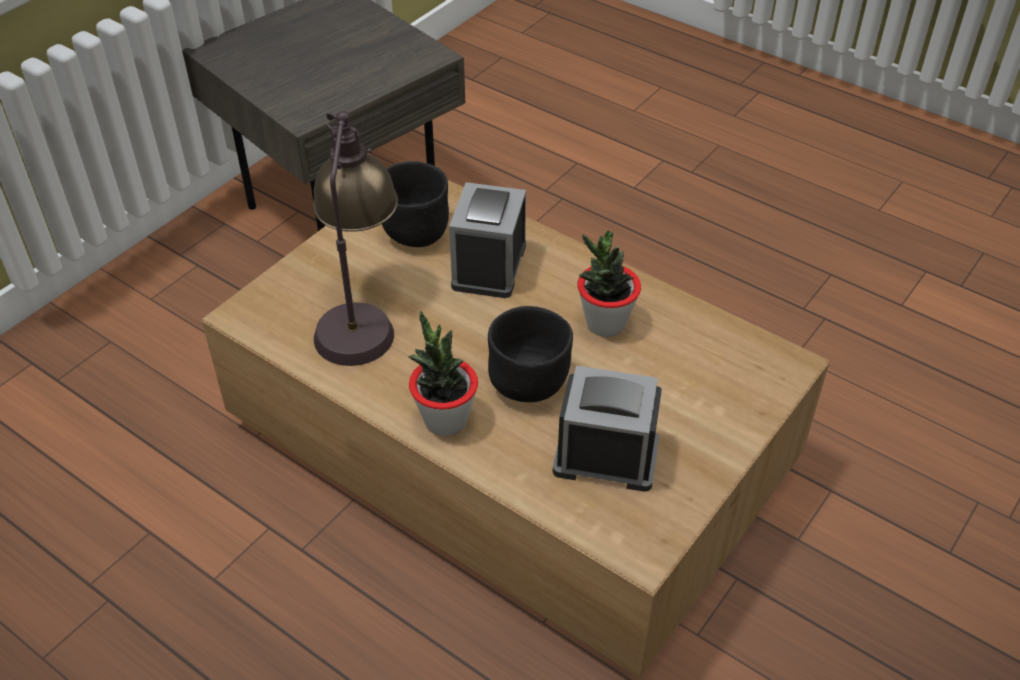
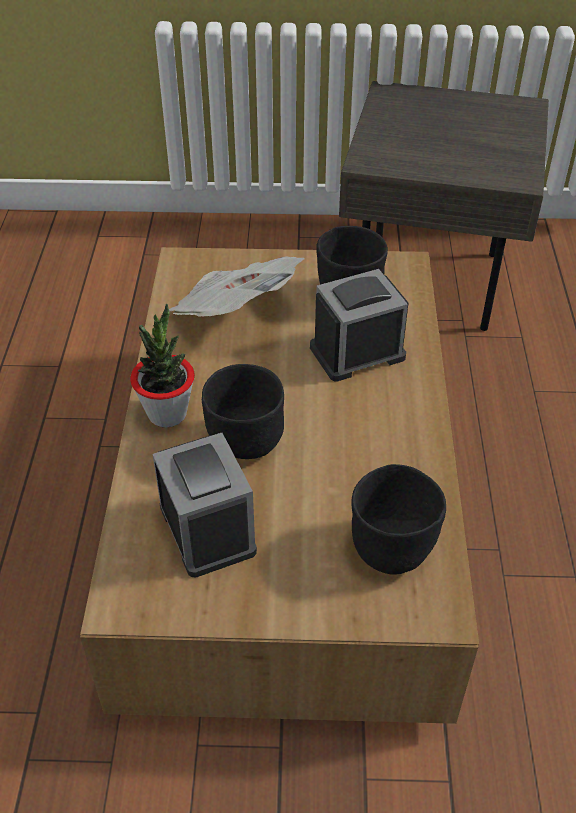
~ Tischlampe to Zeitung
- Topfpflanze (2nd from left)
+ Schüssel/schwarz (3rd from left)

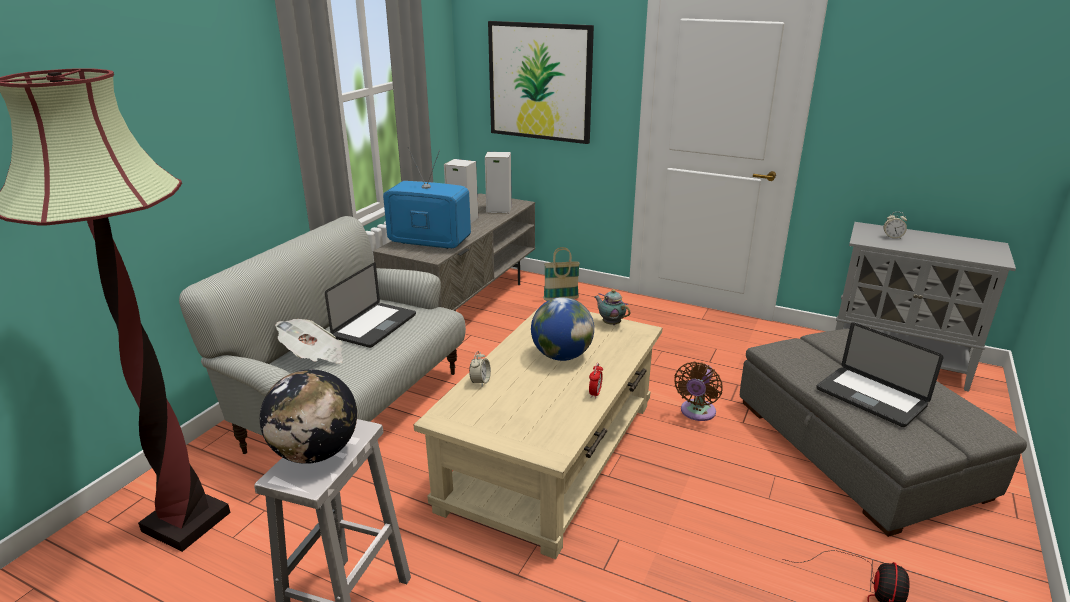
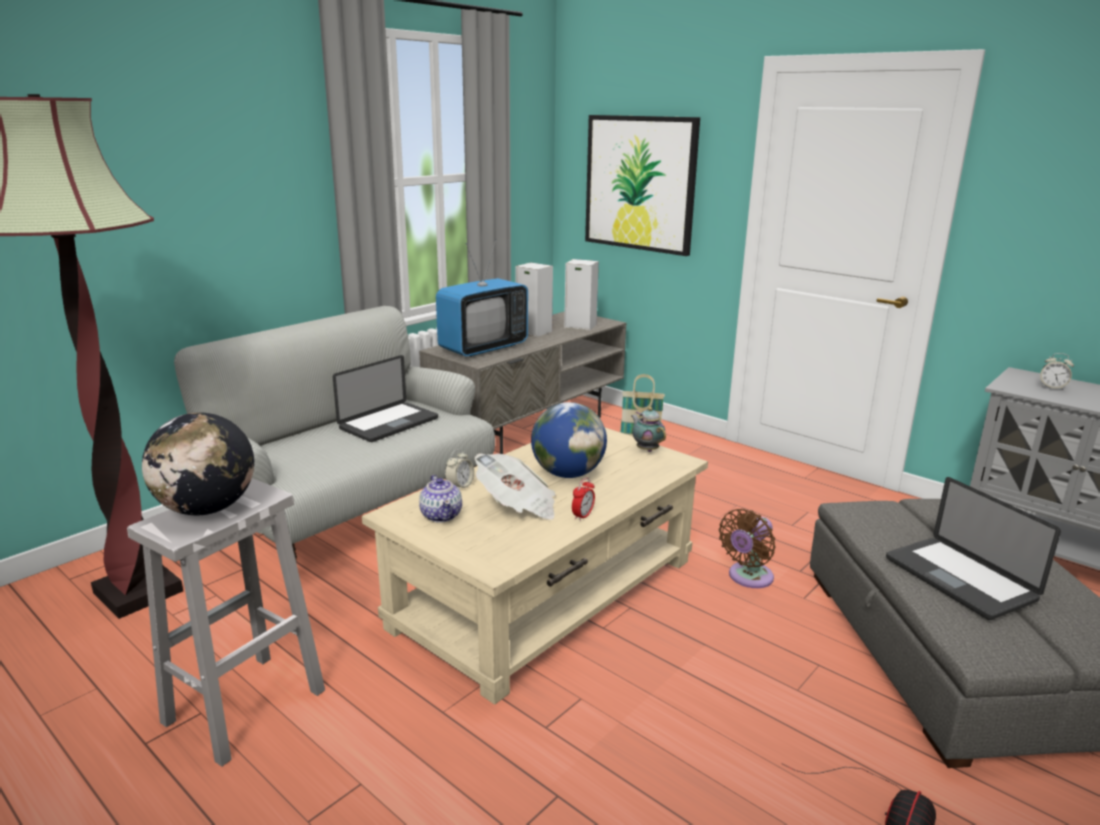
~ Zeitung
~ Fernseher 105 degrees clockwise
+ Teekanne (1st from left)

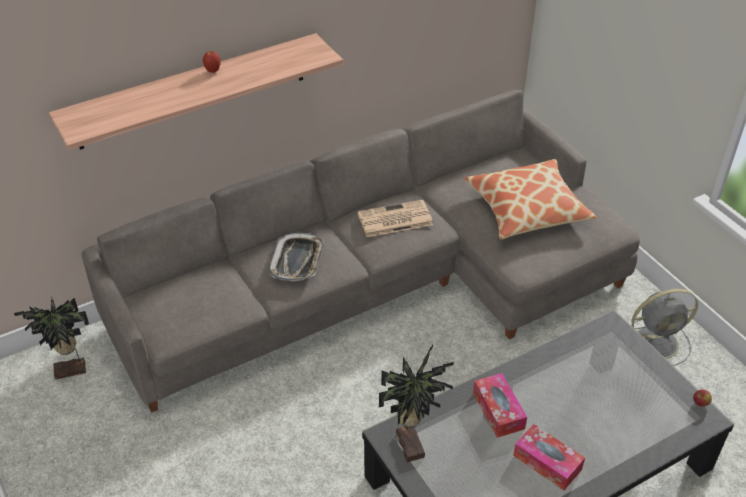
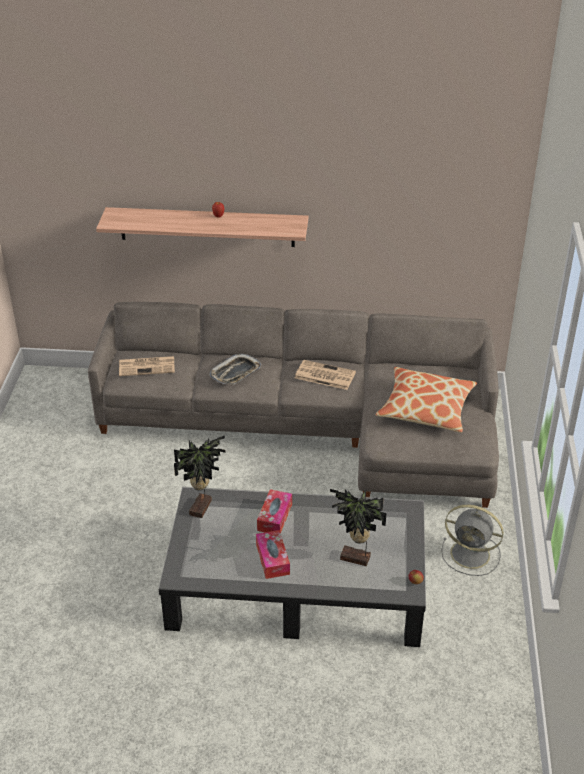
~ Topfpflanze (1st from left in the first image) to Topfpflanze (2nd from left)
+ Zeitung (1st from left)

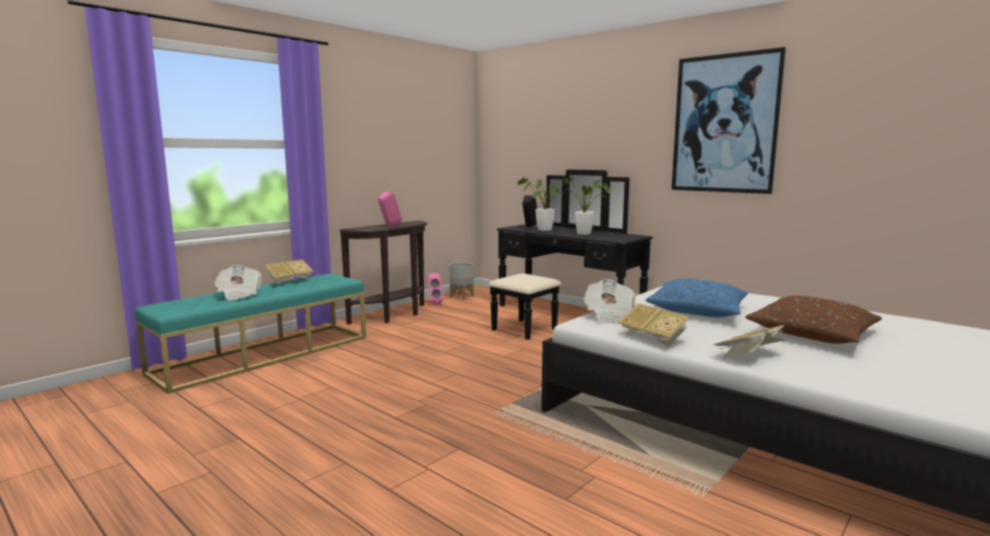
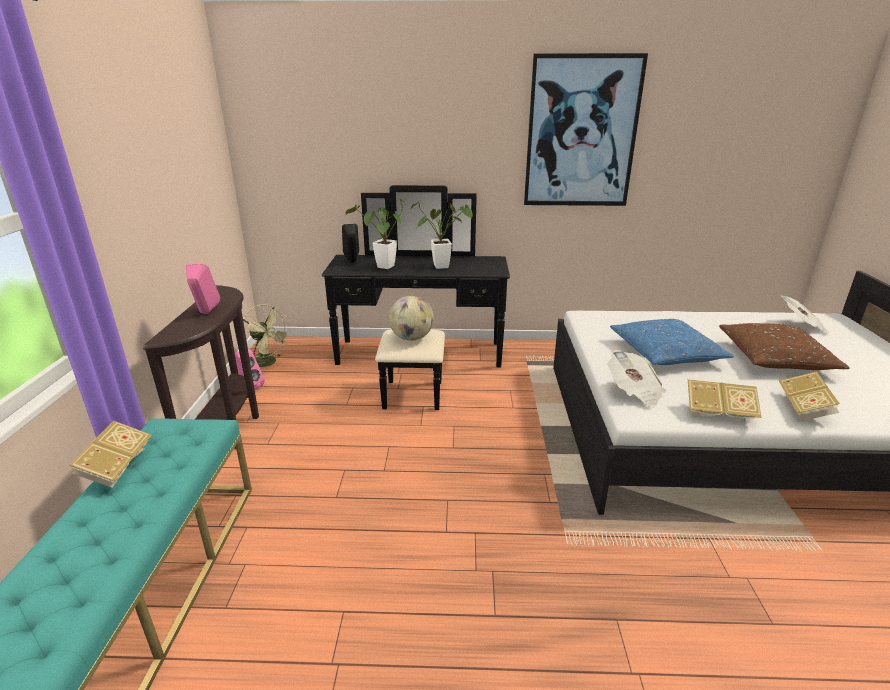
~ Zeitung (1st from left in the first image) to Zeitung (2nd from left)
~ Pflanzkübel/grau to Ventilator/grün
+ Globus

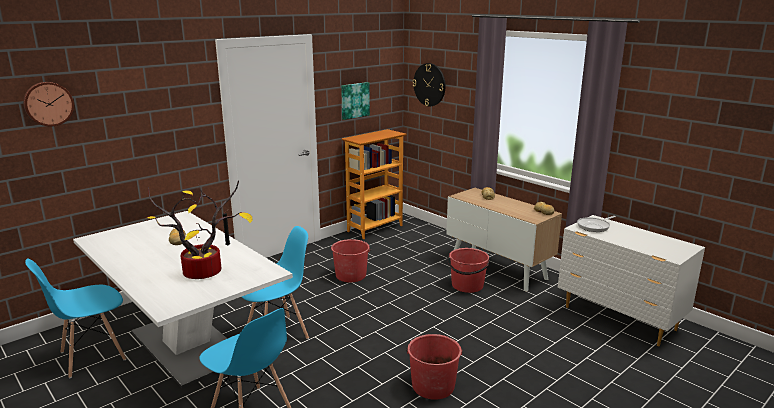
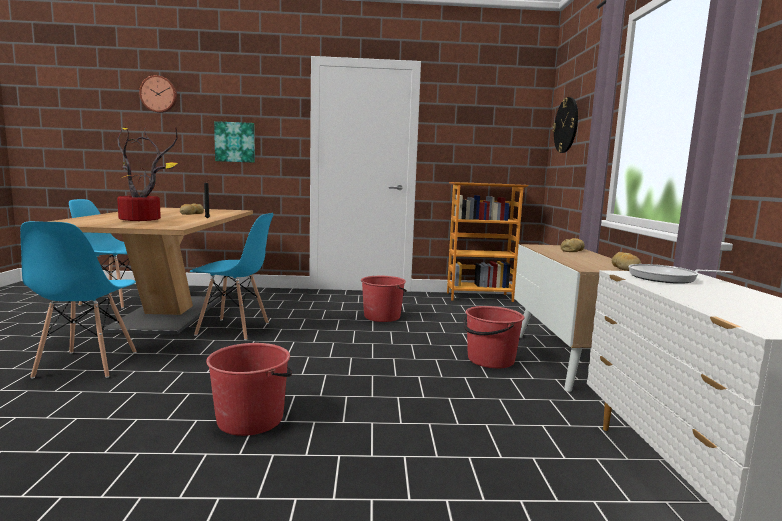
~ Esstisch/weiß to Esstisch/braun
~ Bild

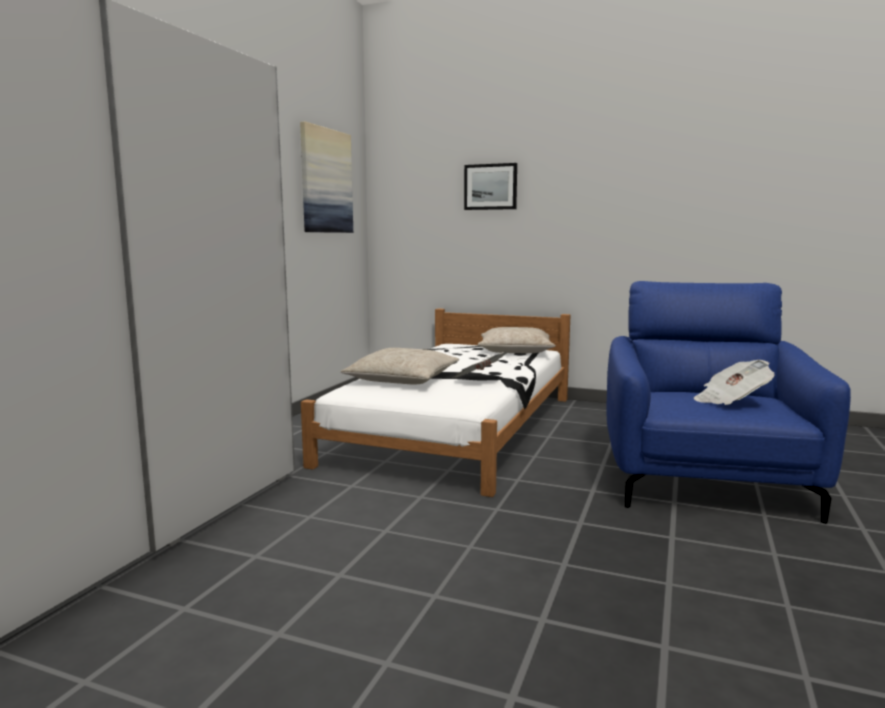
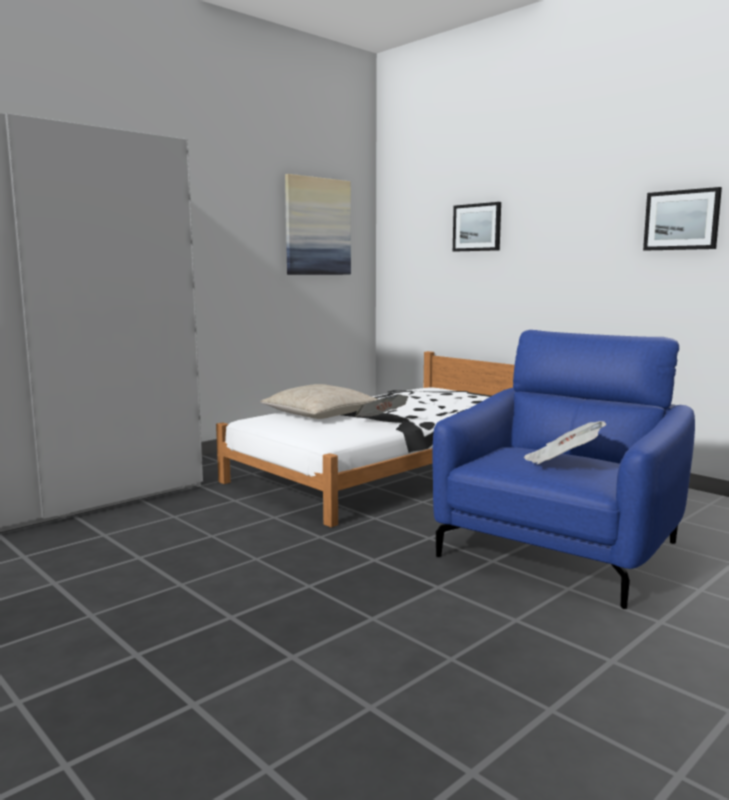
- Kissen/beige (2nd from left)
+ Bild (3rd from left)

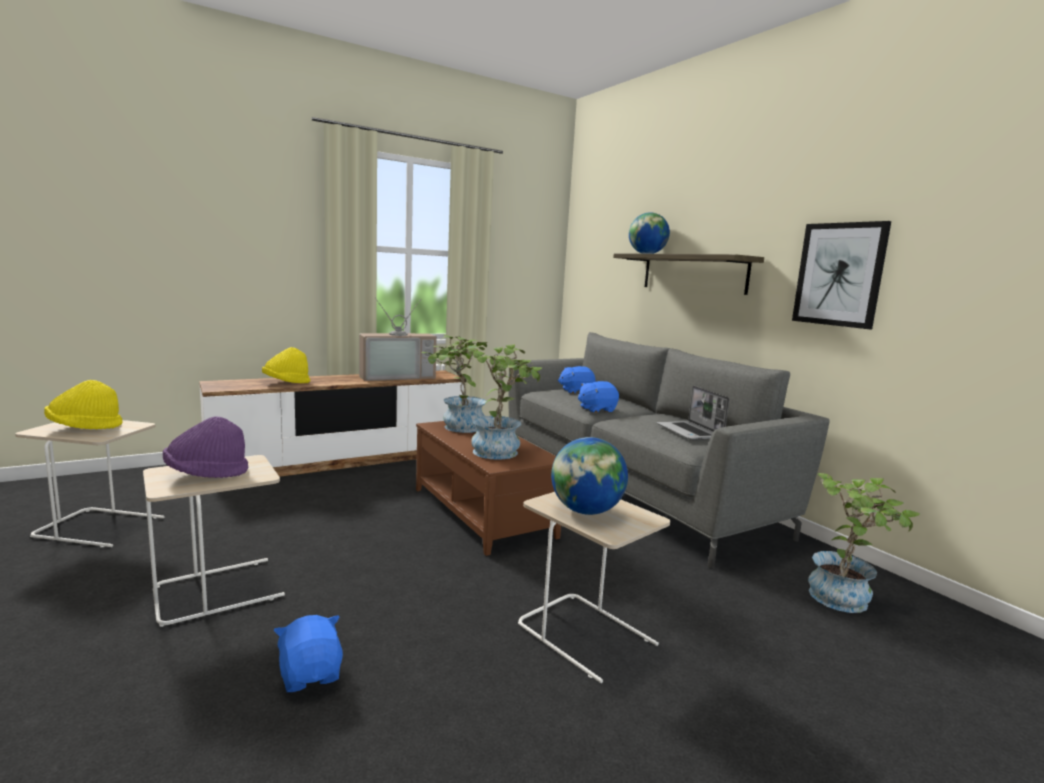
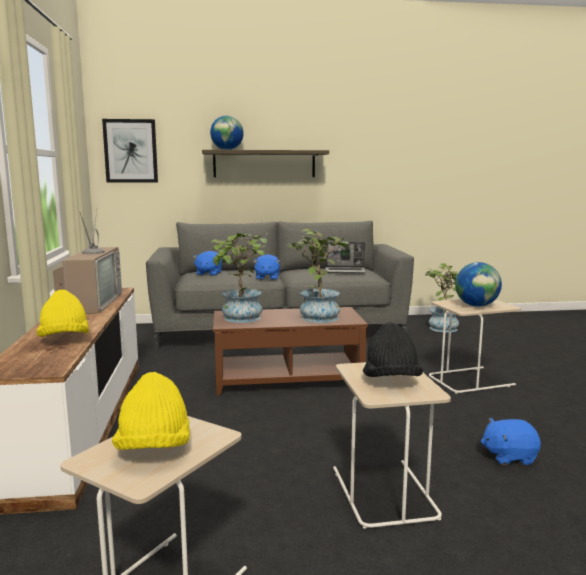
~ Hut/lila to Hut/schwarz
~ Bild

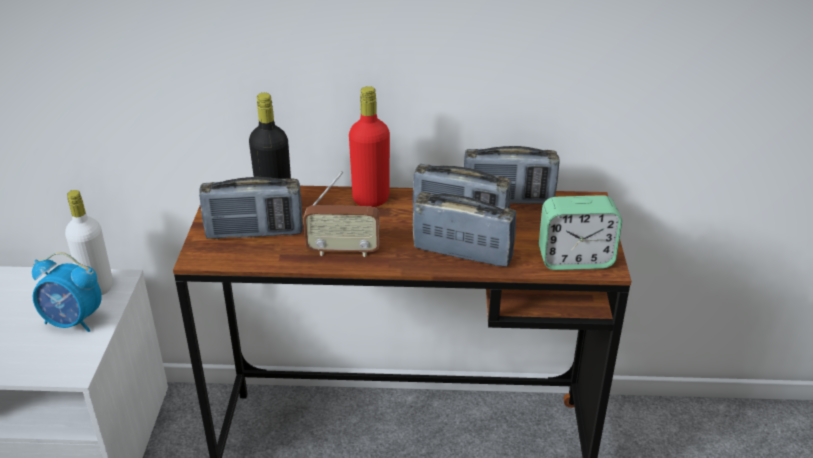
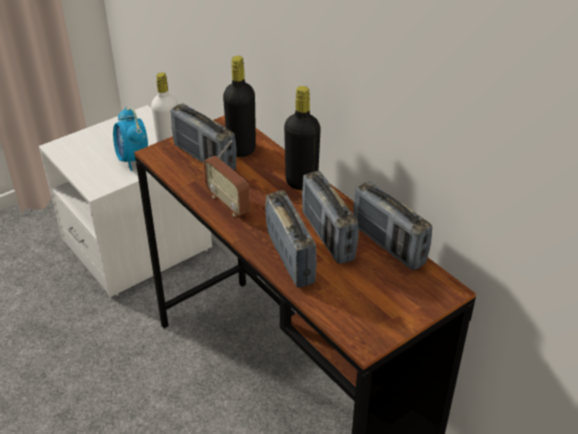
~ Flasche/rot to Flasche/schwarz (2nd from left)
- Wecker (2nd from left)

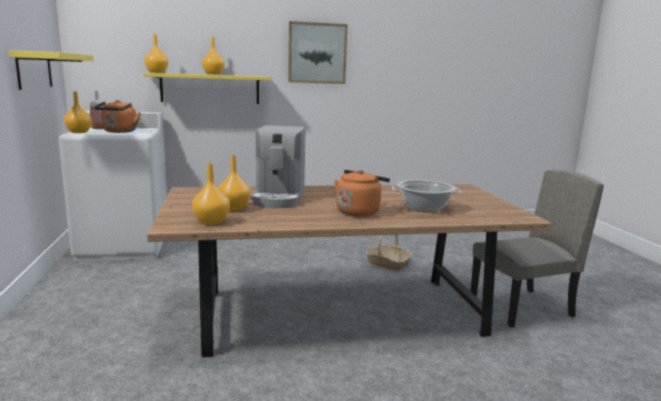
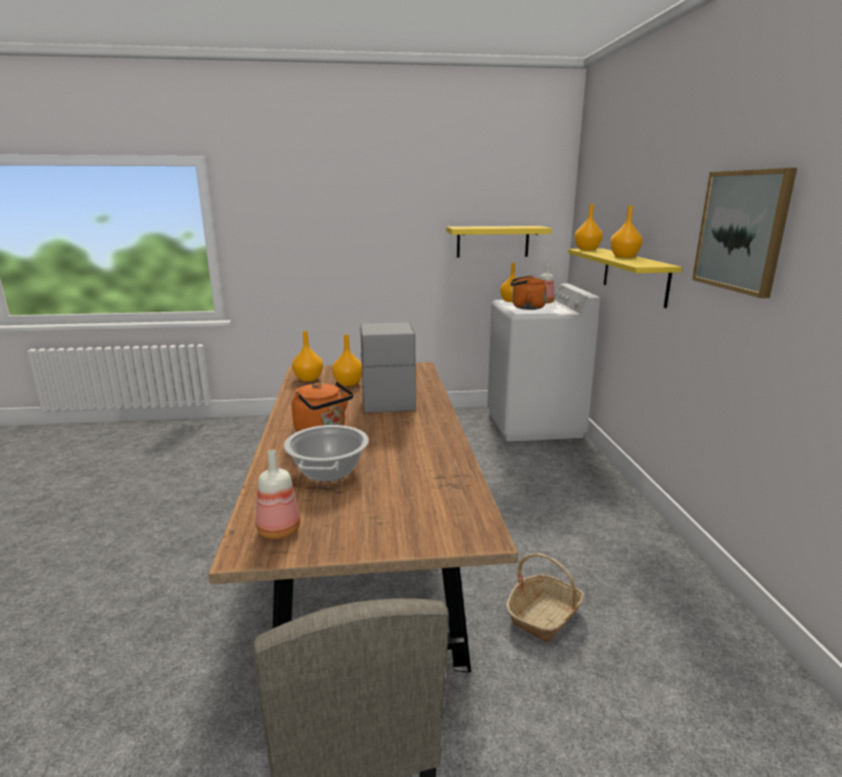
~ Kaffeemaschine 75 degrees clockwise
+ Flasche (1st from left)

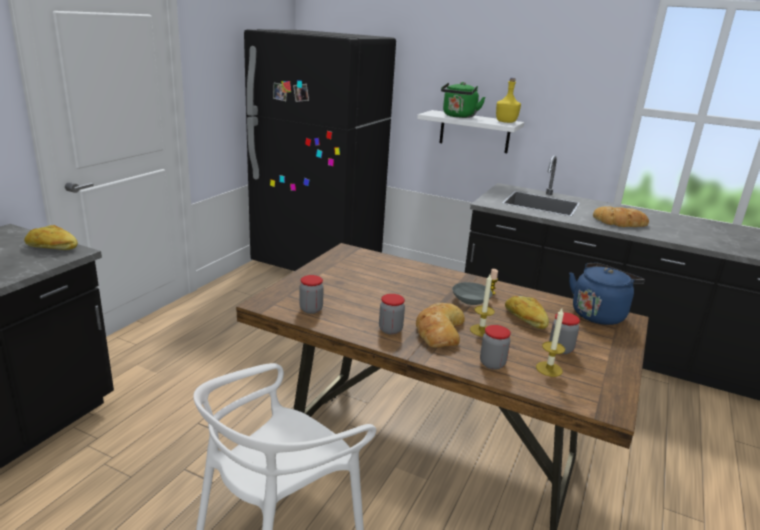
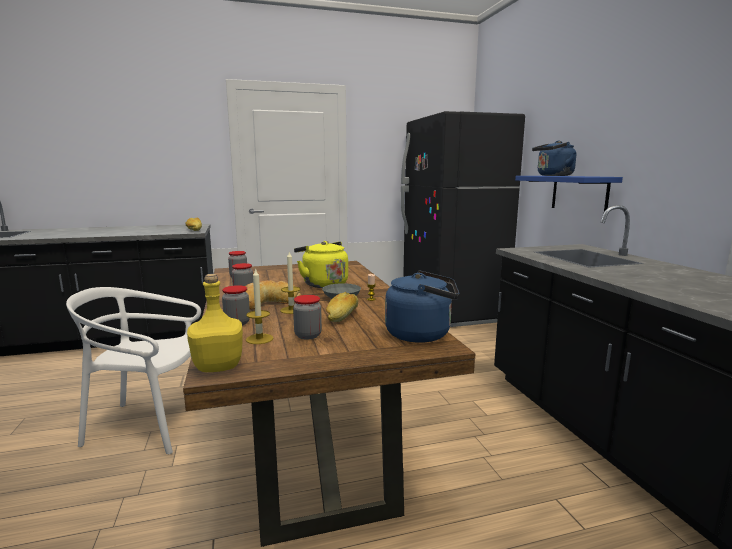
~ Wandregal/weiß to Wandregal/blau
~ Wasserkessel/grün to Wasserkessel/blau (2nd from left)
~ Flasche/gelb
- Brot (4th from left)
+ Wasserkessel/gelb

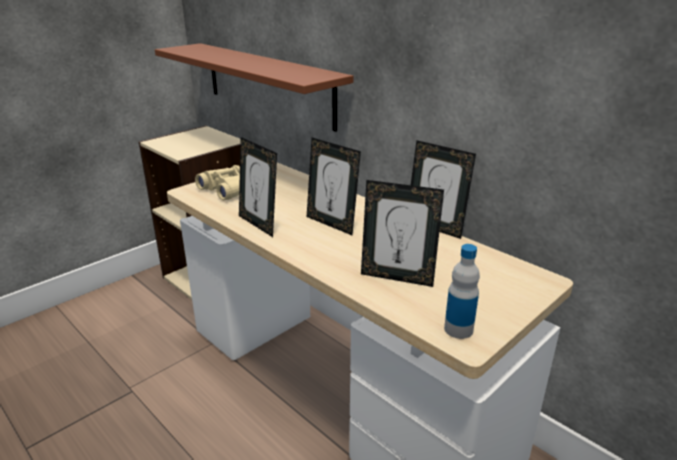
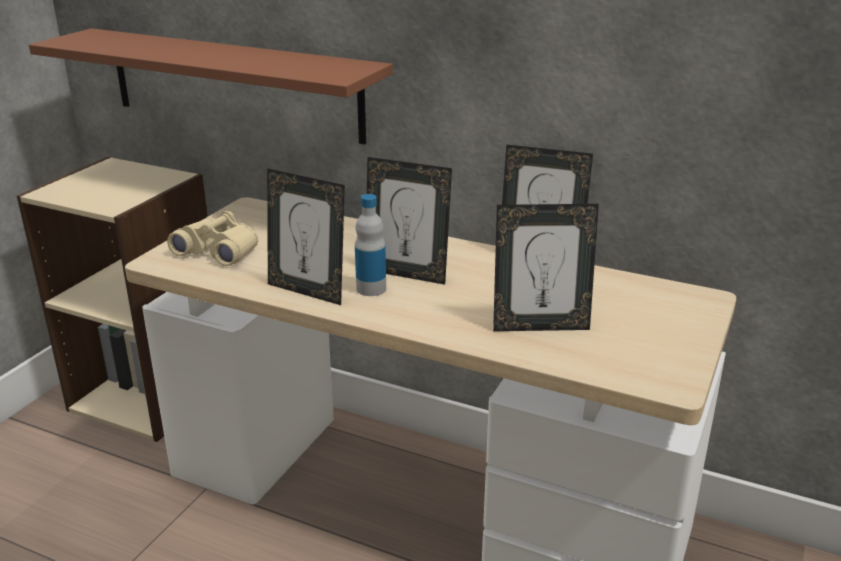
~ Flasche

